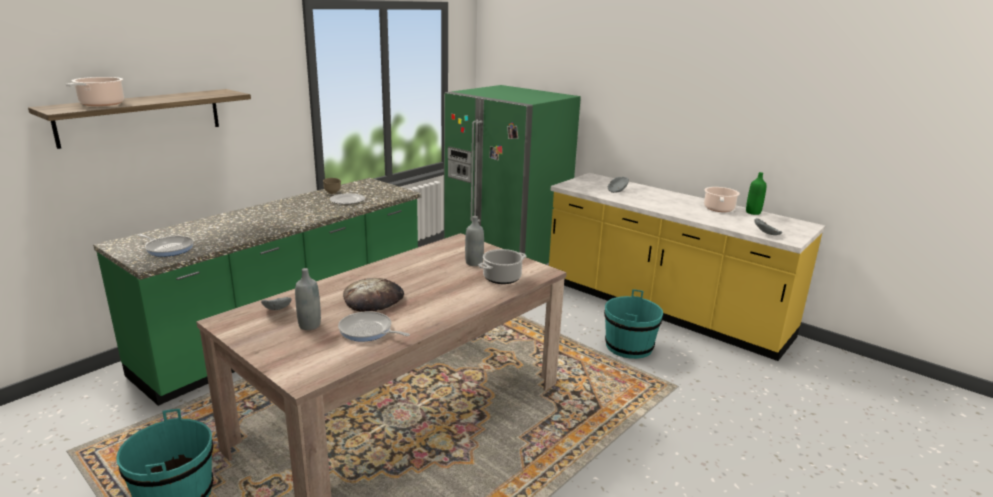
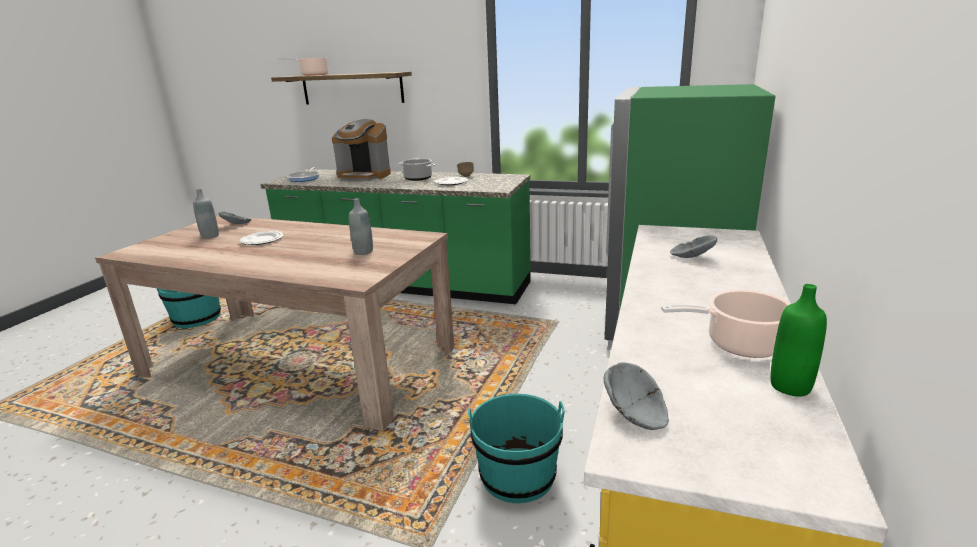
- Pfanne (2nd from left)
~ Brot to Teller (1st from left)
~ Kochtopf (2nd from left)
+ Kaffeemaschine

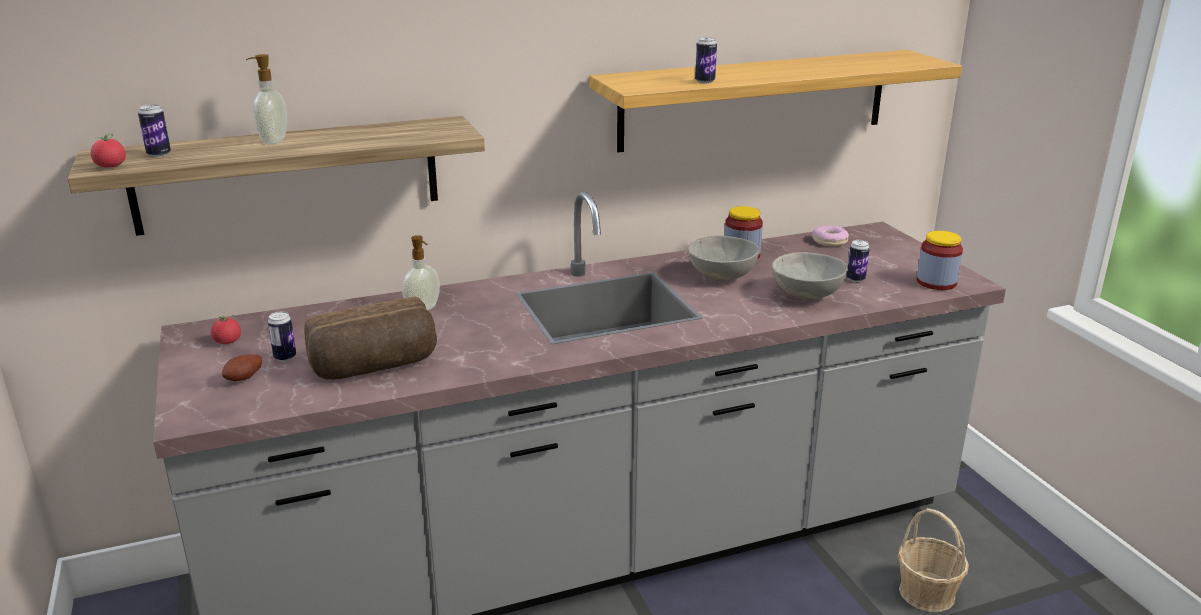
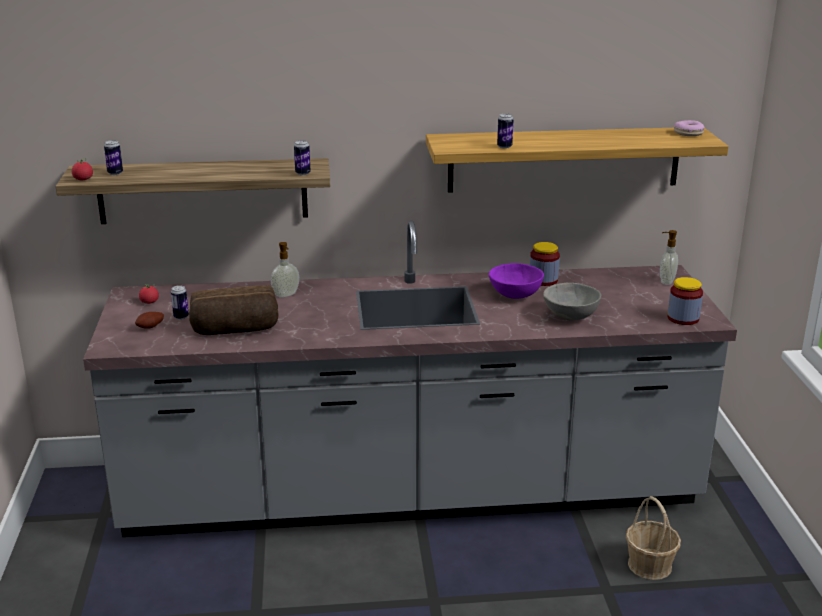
~ Seifenspender (1st from left in the first image) to Seifenspender (2nd from left)
~ Schüssel/grau (1st from left) to Schüssel/lila
~ Donut
~ Dose (4th from left in the first image) to Dose (3rd from left)

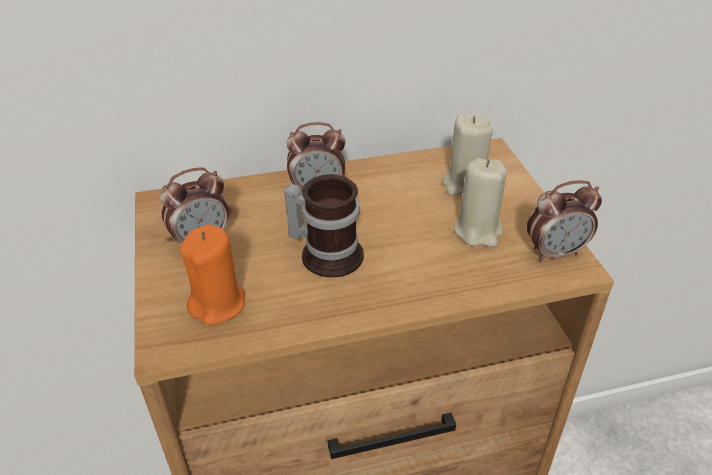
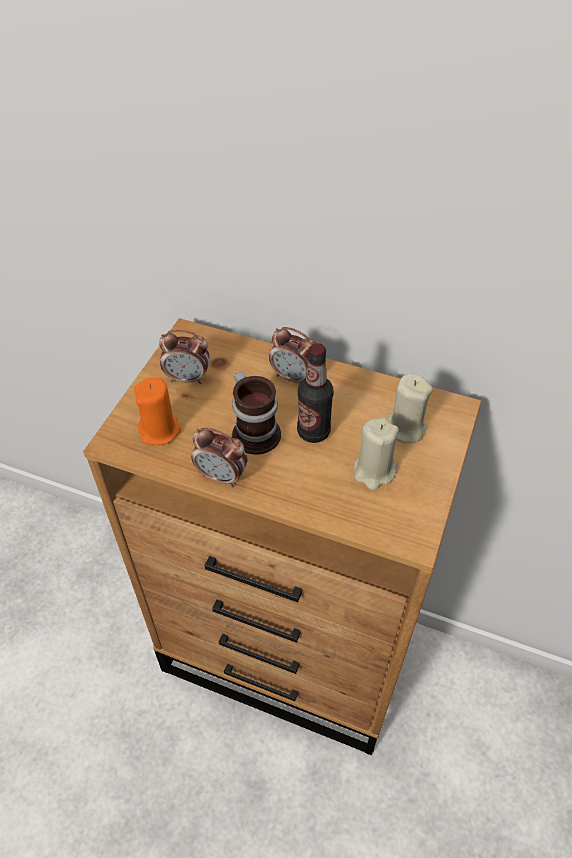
~ Wecker (3rd from left in the first image) to Wecker (2nd from left)
+ Flasche

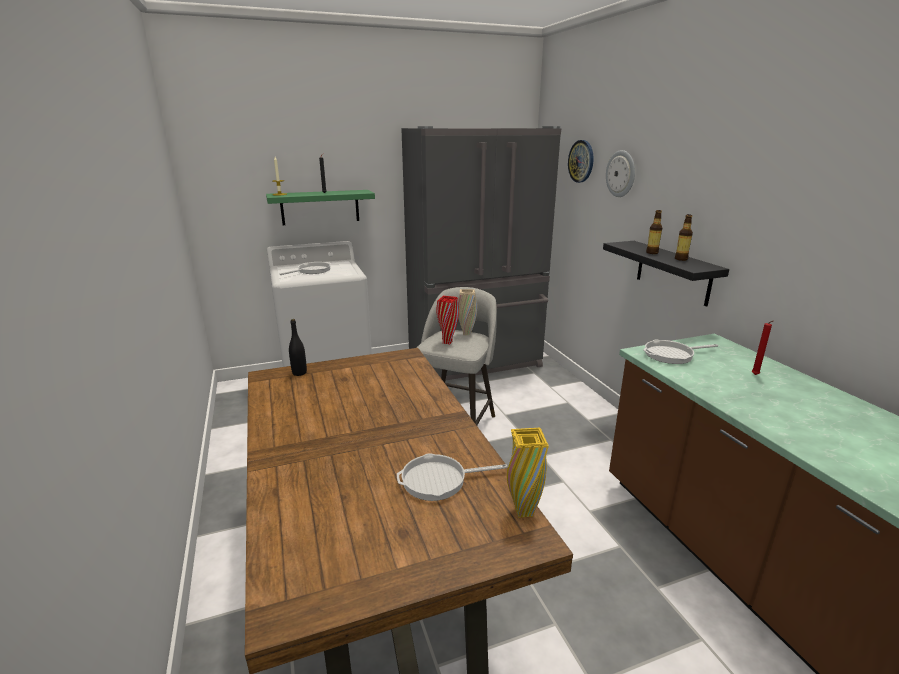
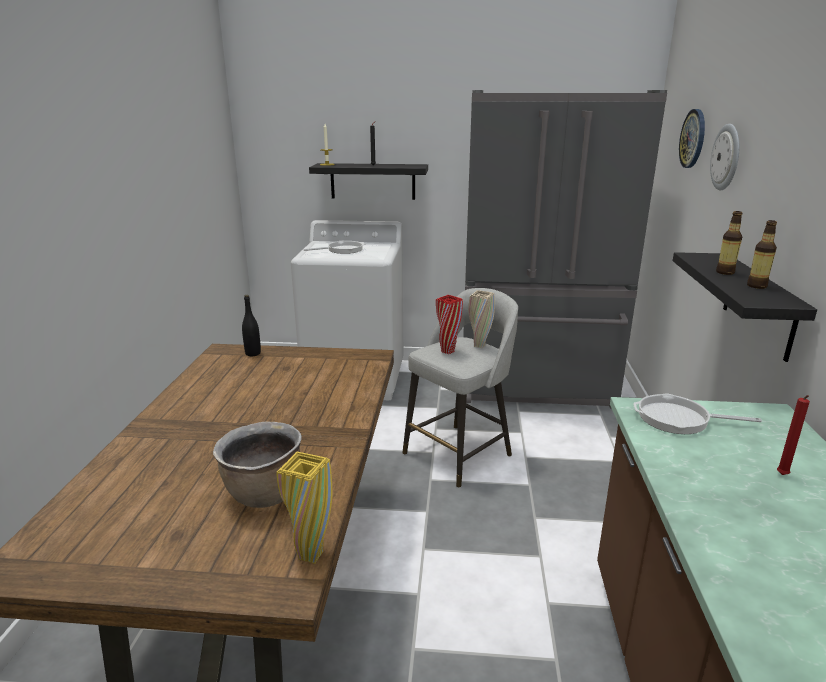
~ Wandregal/grün to Wandregal/schwarz (1st from left)
~ Pfanne (2nd from left) to Kochtopf/braun

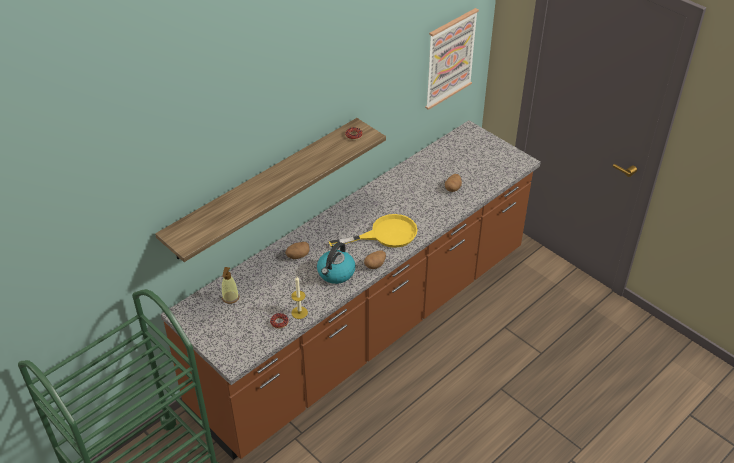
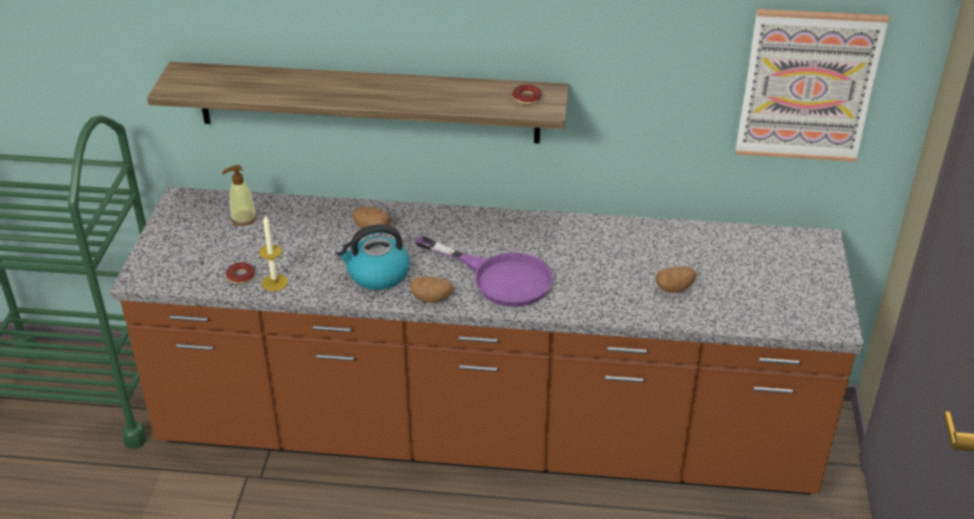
~ Pfanne/gelb to Pfanne/lila

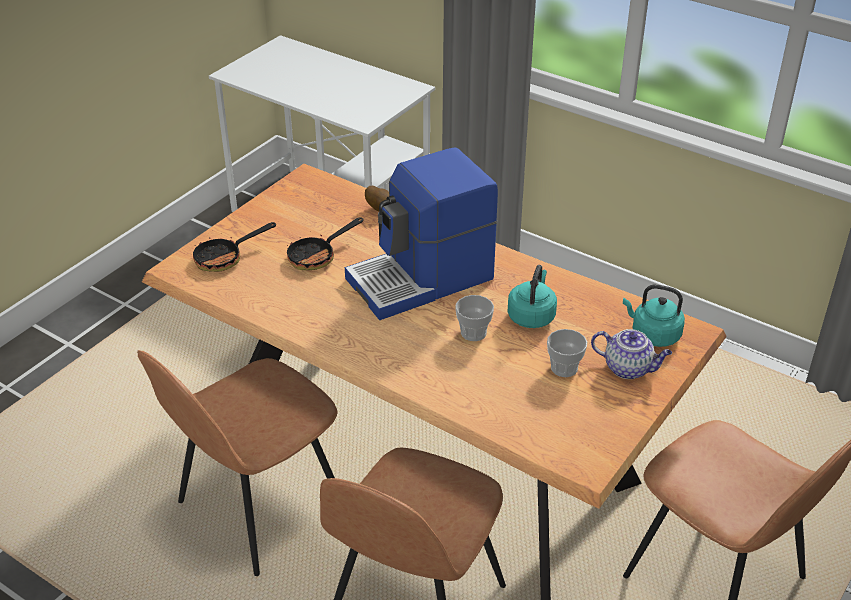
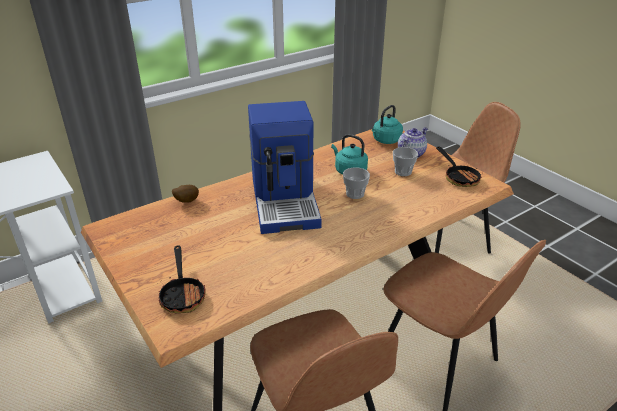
~ Pfanne (2nd from left)

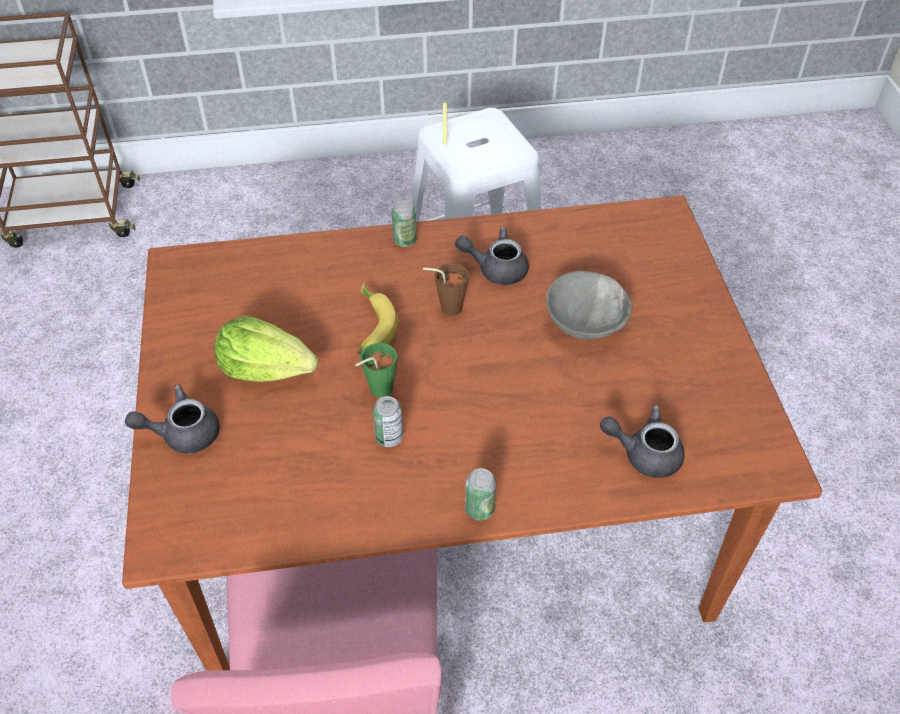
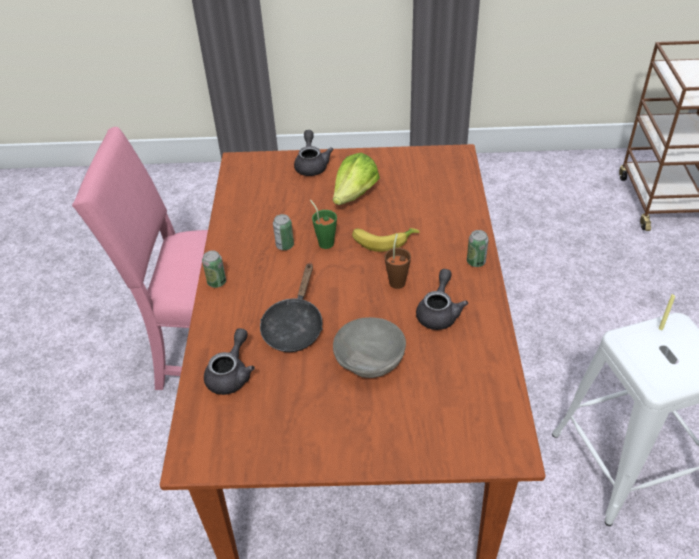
+ Pfanne/schwarz

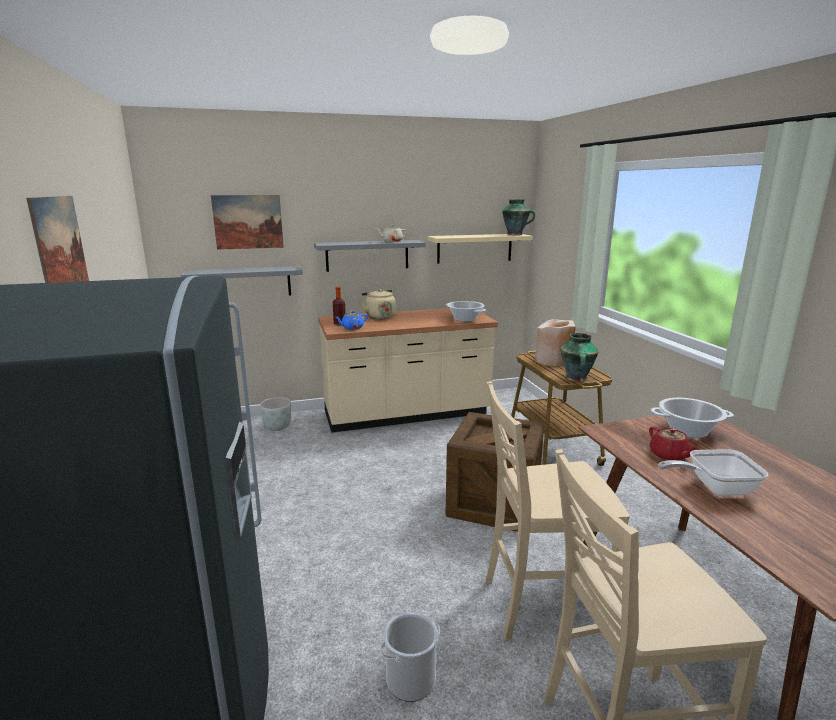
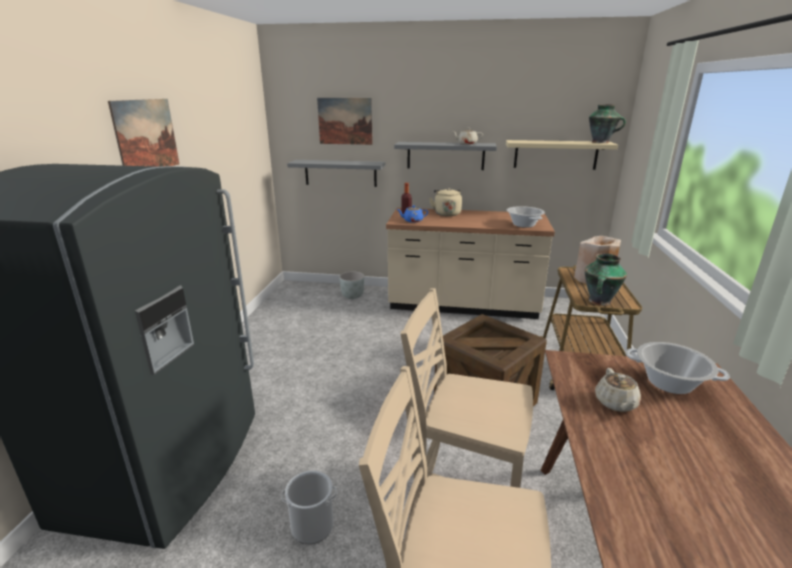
~ Teekanne/rot to Teekanne/beige (2nd from left)
- Pfanne

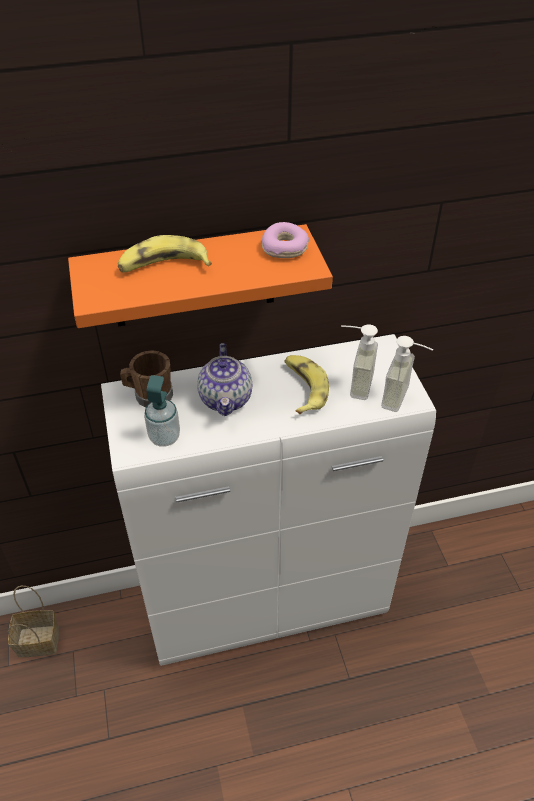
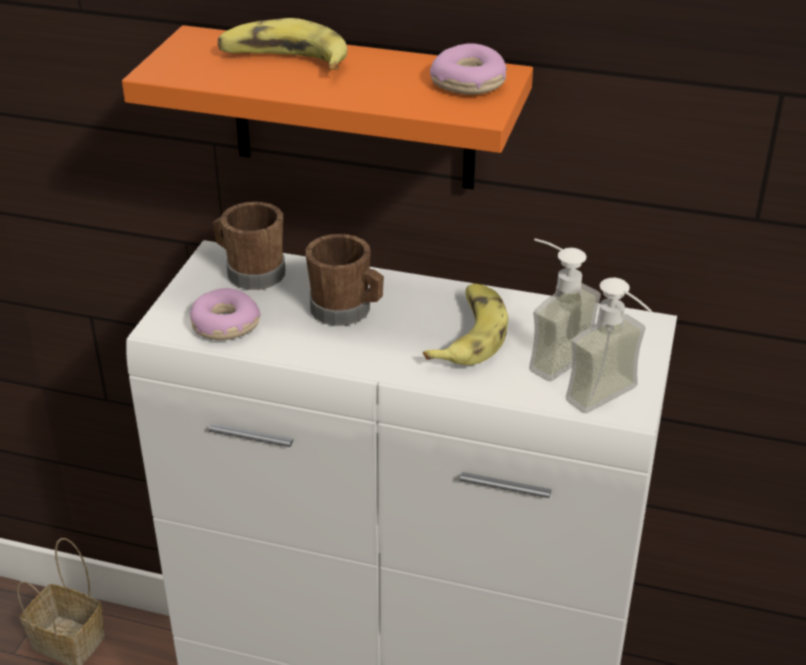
~ Seifenspender (1st from left) to Donut (1st from left)
~ Teekanne to Henkelbecher/braun (2nd from left)

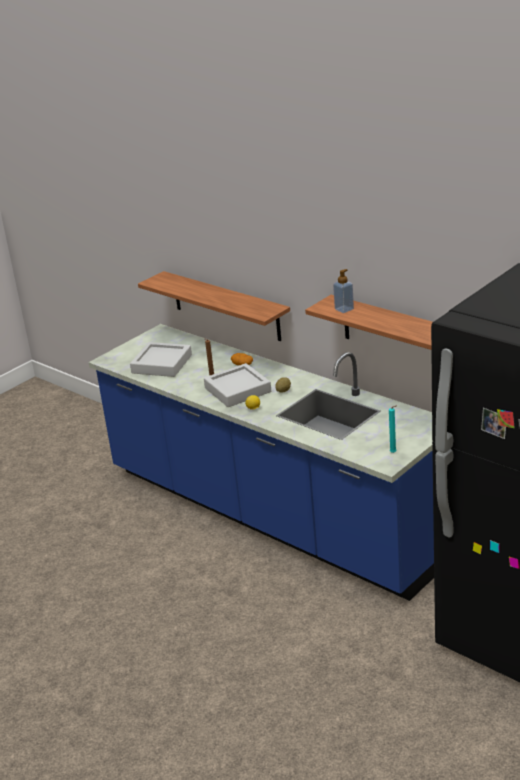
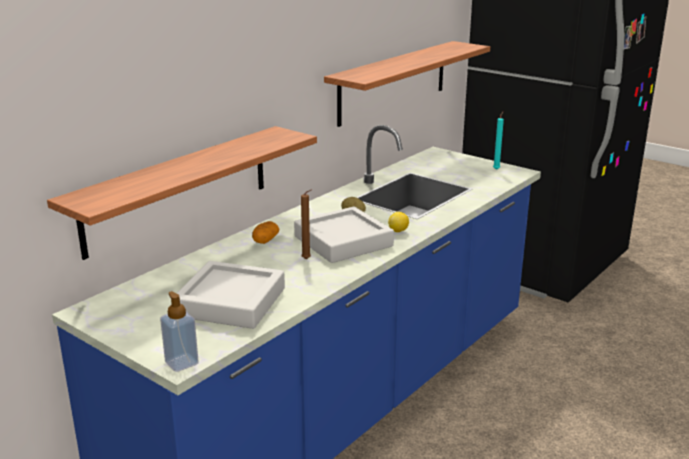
~ Seifenspender

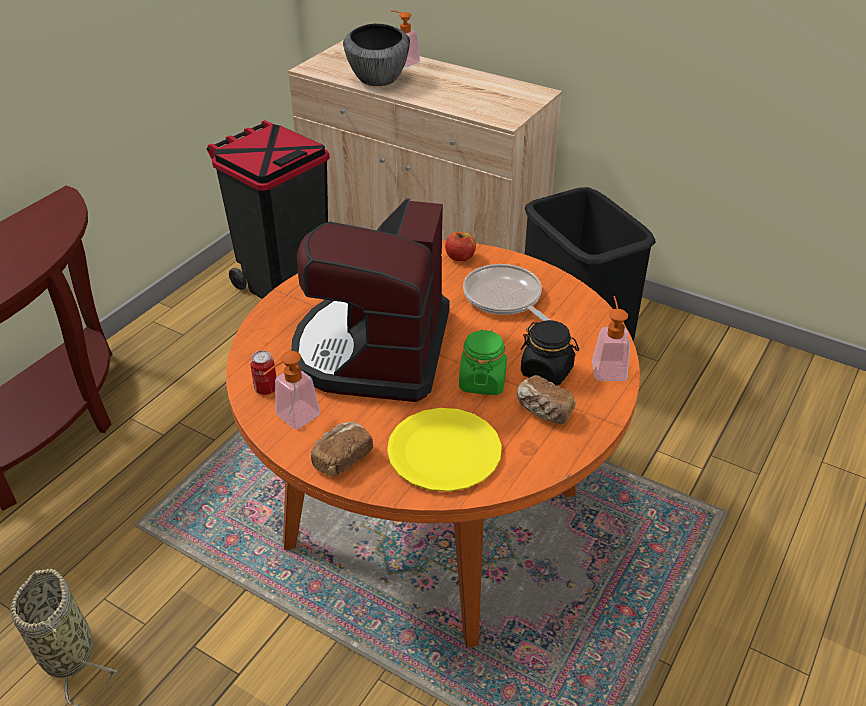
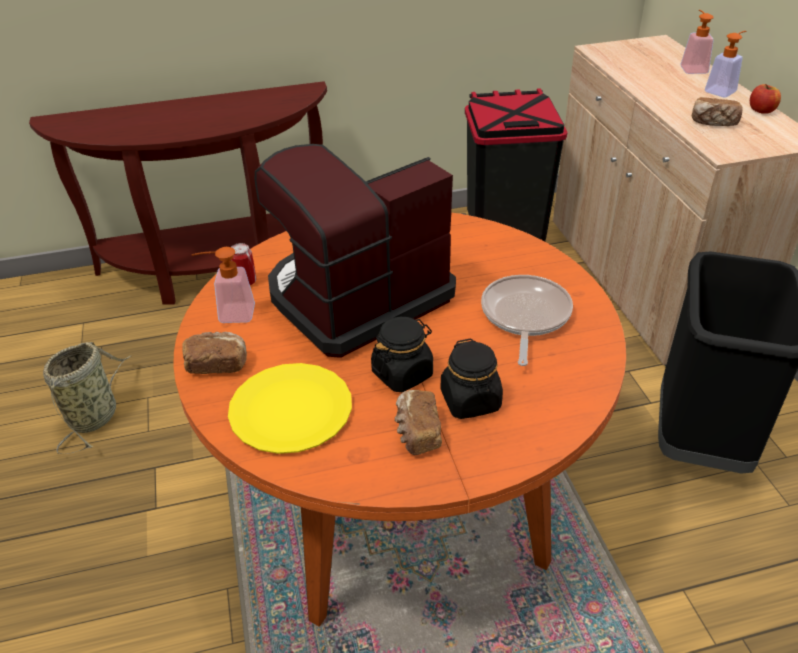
- Schüssel
~ Apfel
~ Vorratsglas/grün to Vorratsglas/schwarz (1st from left)
~ Seifenspender (3rd from left)
+ Brot (3rd from left)

